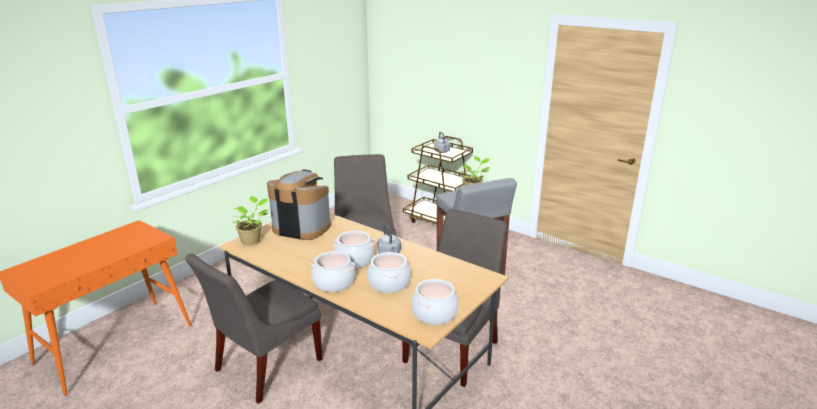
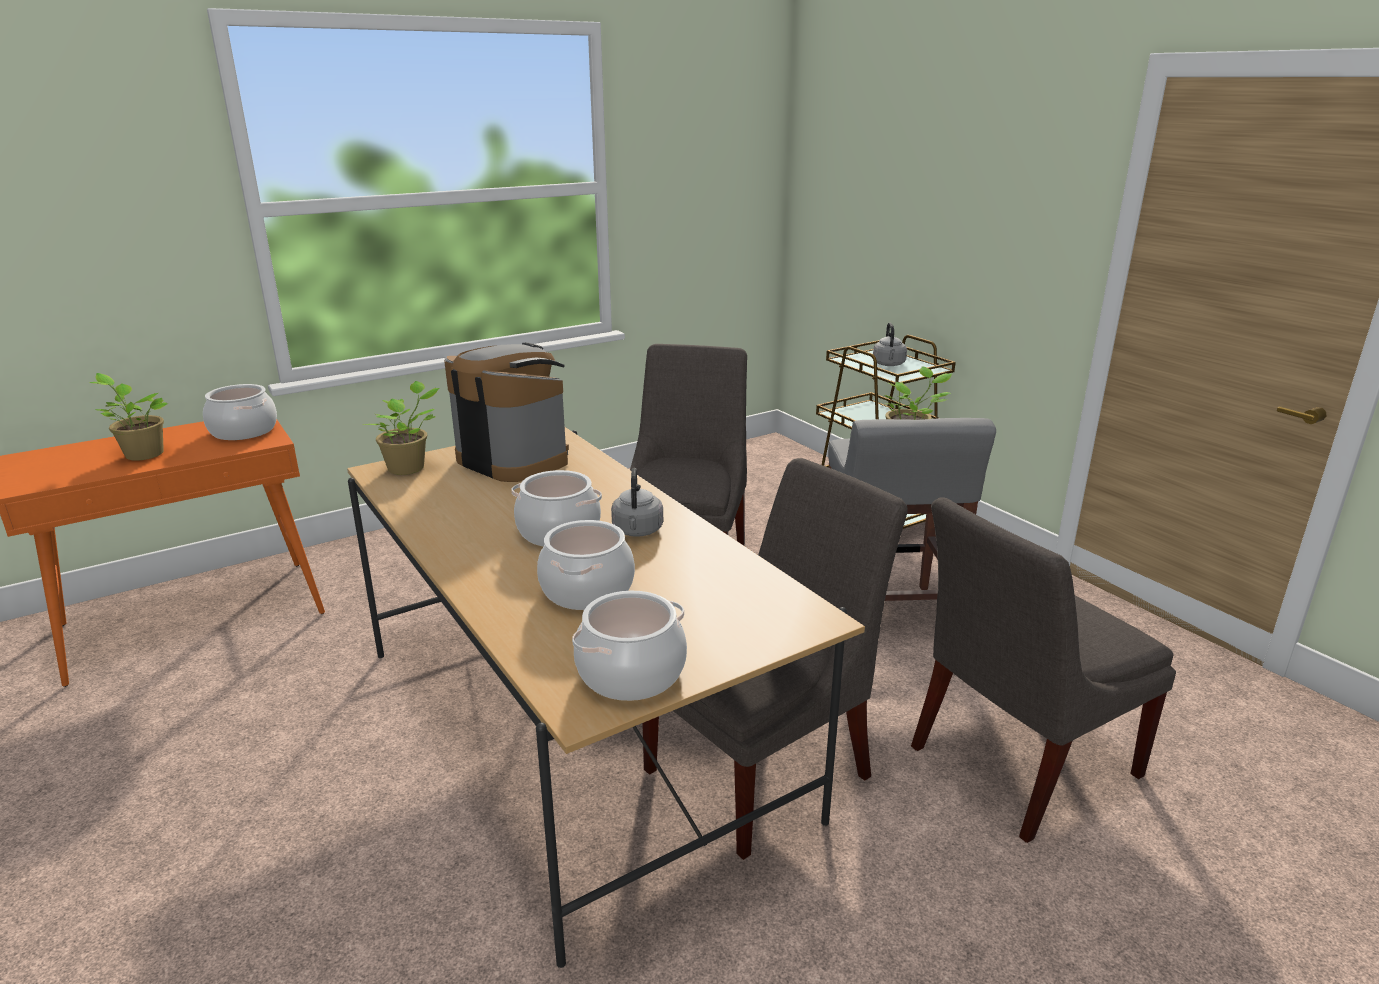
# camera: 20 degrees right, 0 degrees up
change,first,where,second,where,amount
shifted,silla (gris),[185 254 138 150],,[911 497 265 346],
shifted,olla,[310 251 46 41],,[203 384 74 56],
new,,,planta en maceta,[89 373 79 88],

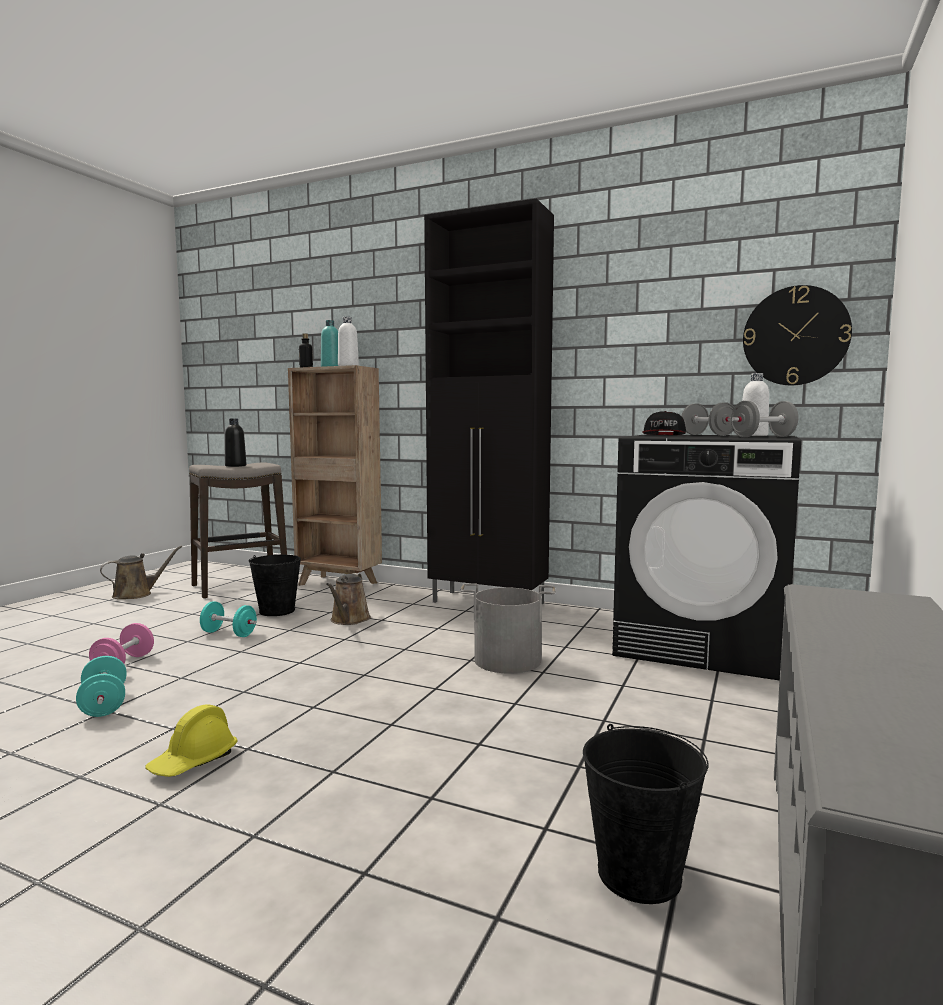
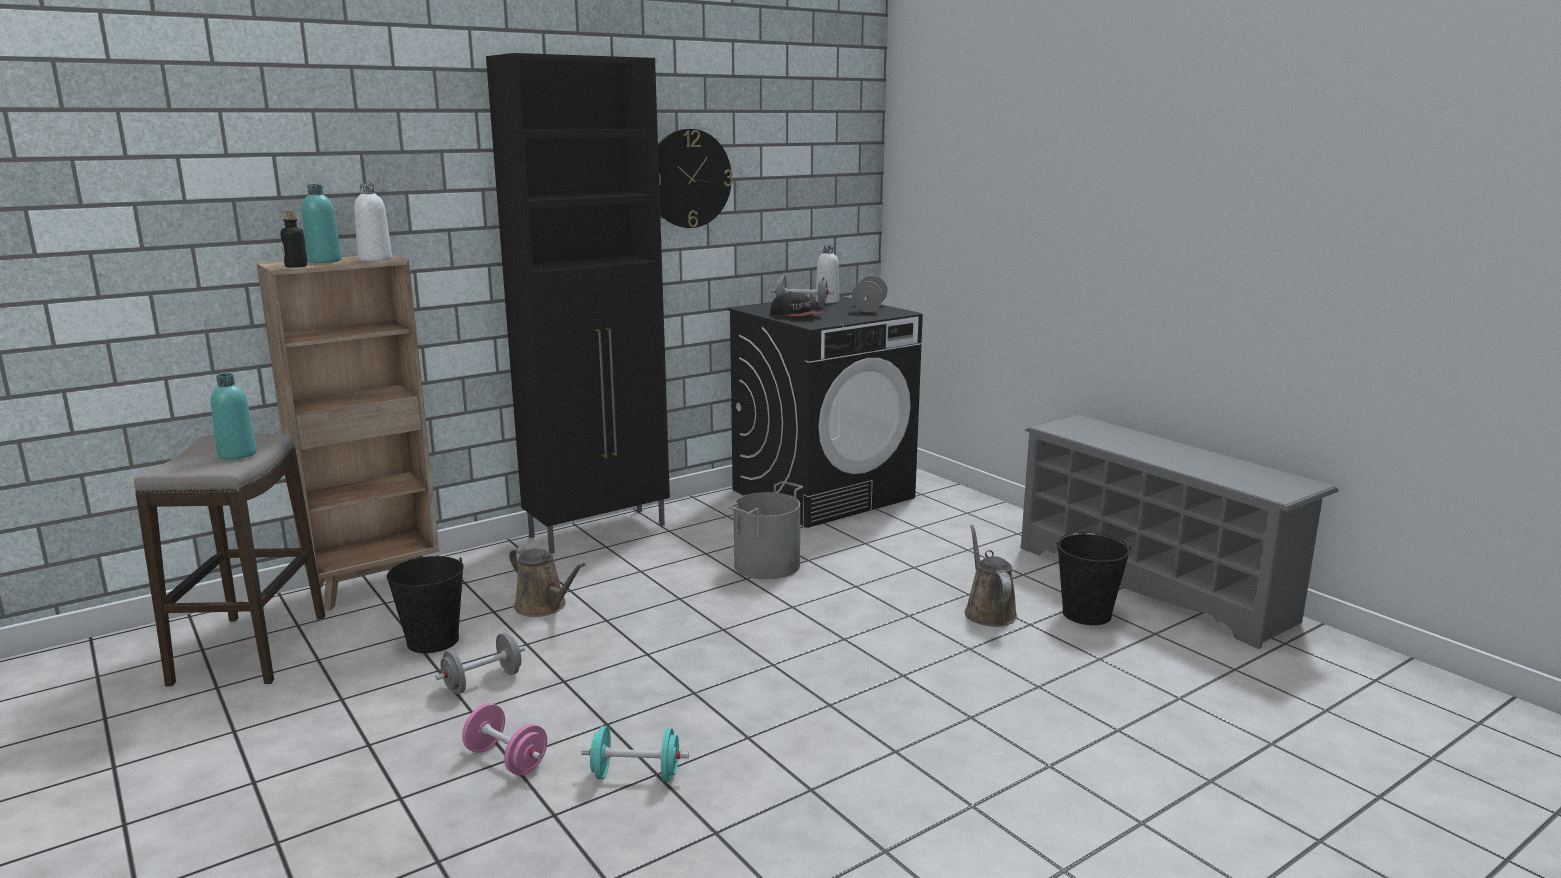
# camera: 60 degrees left, 10 degrees up
change,first,where,second,where,amount
shifted,regadera (marrón),[100 545 82 54],,[964 524 53 103],
gone,casco (amarillo),[145 705 93 72],,,
repainted,mancuerna (turquesa),[200 601 57 36],mancuerna (gris),[436 632 89 62],
repainted,botella (negro),[224 418 22 49],botella (turquesa),[211 373 46 87],
shifted,reloj de pared,[743 285 109 100],,[658 129 75 99],

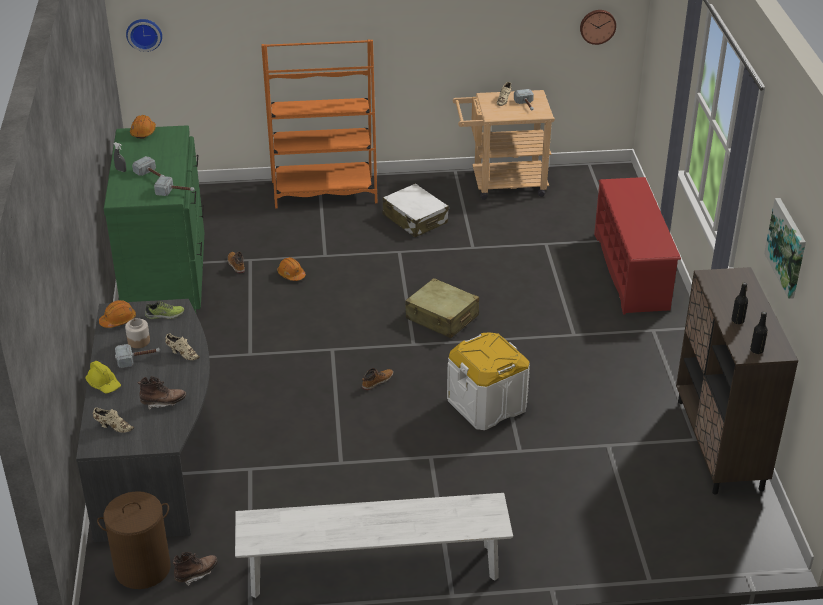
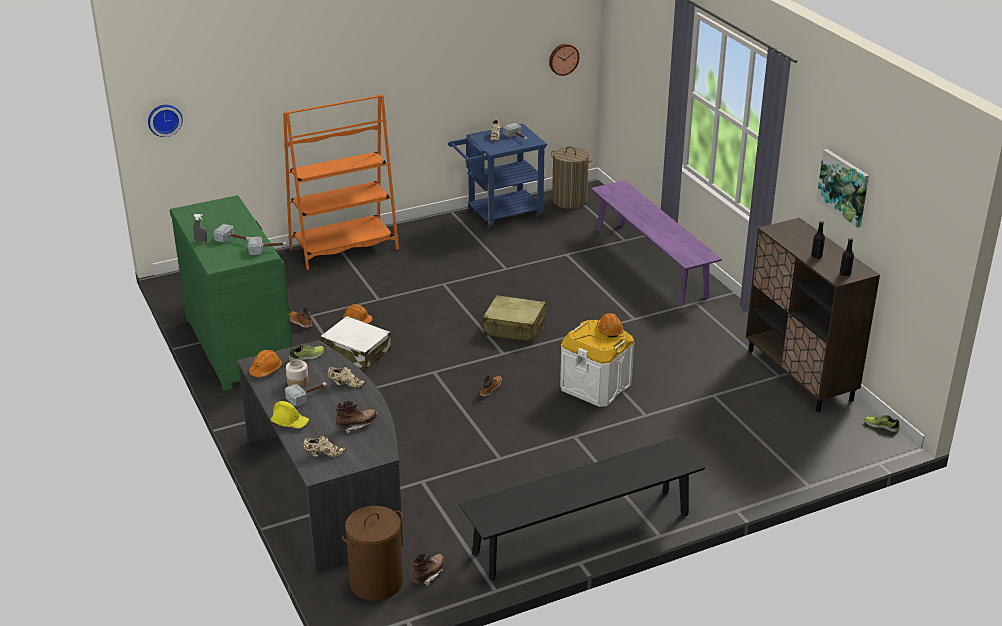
# camera: 20 degrees left, 5 degrees down
change,first,where,second,where,amount
shifted,casco (naranja),[130 115 26 24],,[597 313 26 24],
repainted,banco (blanco),[235 493 278 105],banco (negro),[459 438 246 142],
shifted,maleta (blanco),[382 183 67 54],,[320 316 71 54],
repainted,carrito (beis),[453 90 102 110],carrito (azul),[448 124 99 106],
swapped,zapatero (rojo),[594 177 87 138],banco (morado),[591 180 131 126],
new,,,cesto de la ropa,[551 146 41 63],
new,,,zapato,[864 415 36 17],

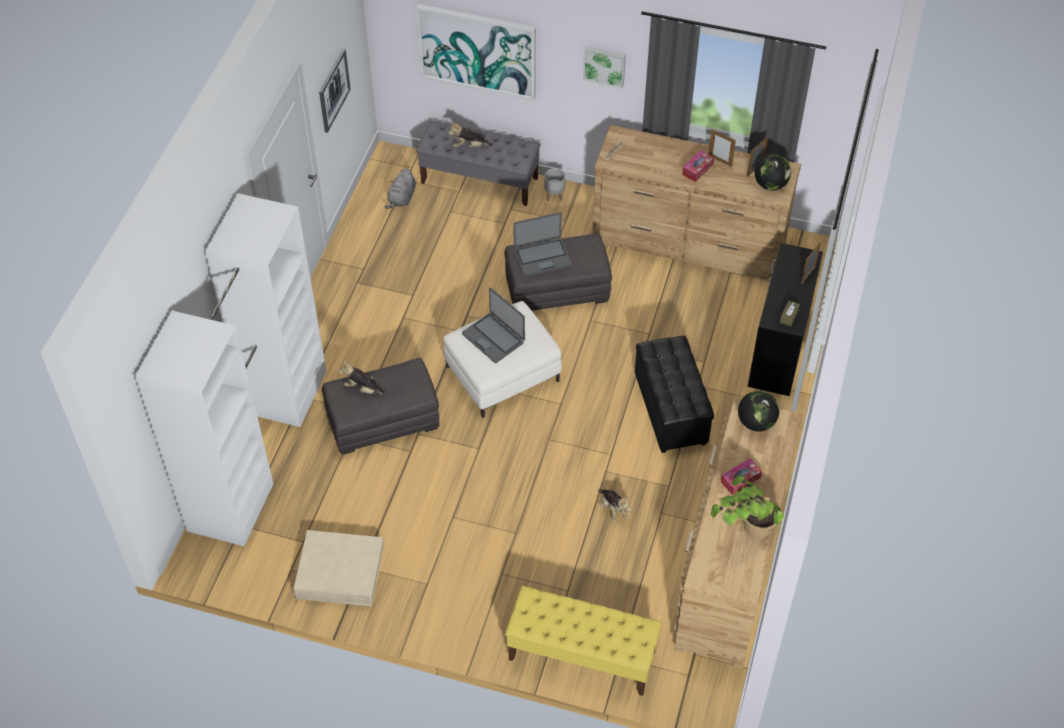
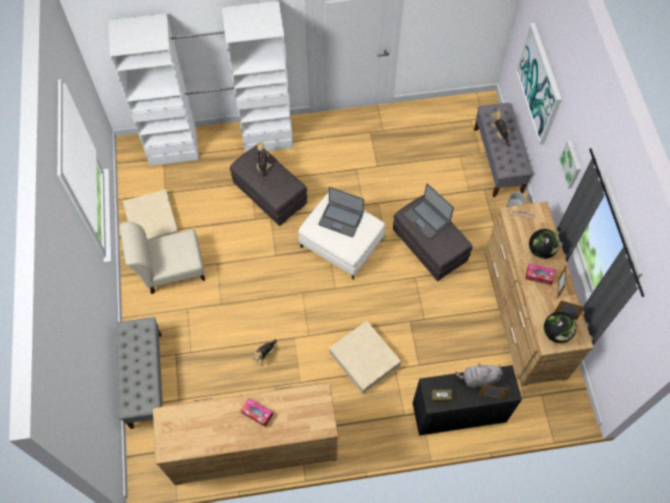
# camera: 65 degrees right, 10 degrees up
change,first,where,second,where,amount
gone,cuadro,[319 49 32 84],,,
shifted,peluche (gris),[385 168 31 41],,[455 363 48 25],
rotated,portátil,[462 288 63 75],,[318 187 46 50],90 degrees counterclockwise
repainted,banco (amarillo),[505 586 157 110],banco (gris),[116 317 47 112],
swapped,puf (negro),[635 335 79 118],caja de almacenaje (beis),[329 321 72 73],
gone,planta en maceta,[711 475 73 64],,,
shifted,globo terráqueo,[738 391 41 41],,[529 229 31 30],
new,,,silla (beis),[120 222 85 72],

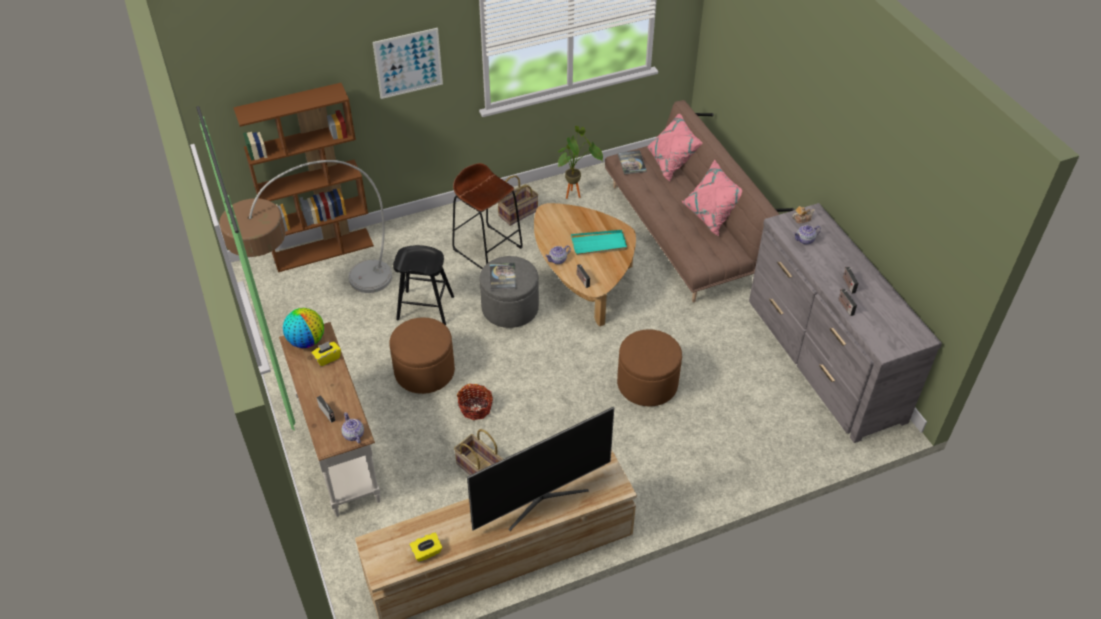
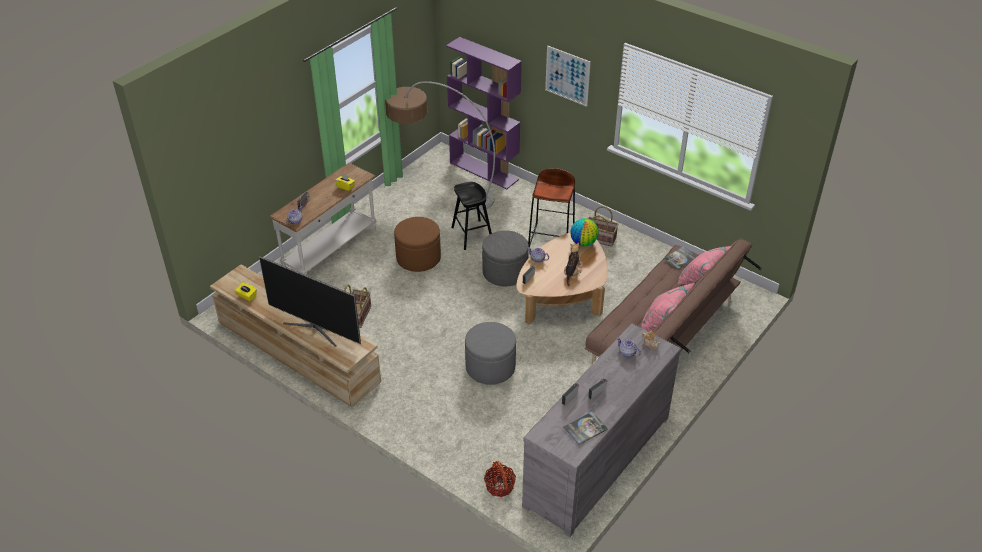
# camera: 60 degrees right, 5 degrees down
change,first,where,second,where,amount
repainted,estantería (marrón),[233 83 141 189],estantería (morado),[446 37 76 152],
shifted,globo terráqueo,[283 308 41 40],,[570 218 29 28],
shifted,cesta,[457 384 36 36],,[484 461 32 36],
shifted,libro,[490 263 26 27],,[563 412 45 33],
gone,planta en maceta,[558 126 45 73],,,
swapped,bandeja (turquesa),[571 230 57 25],peluche,[564 242 18 44],
repainted,puf (marrón),[617 329 65 78],puf (gris),[465 322 51 63],

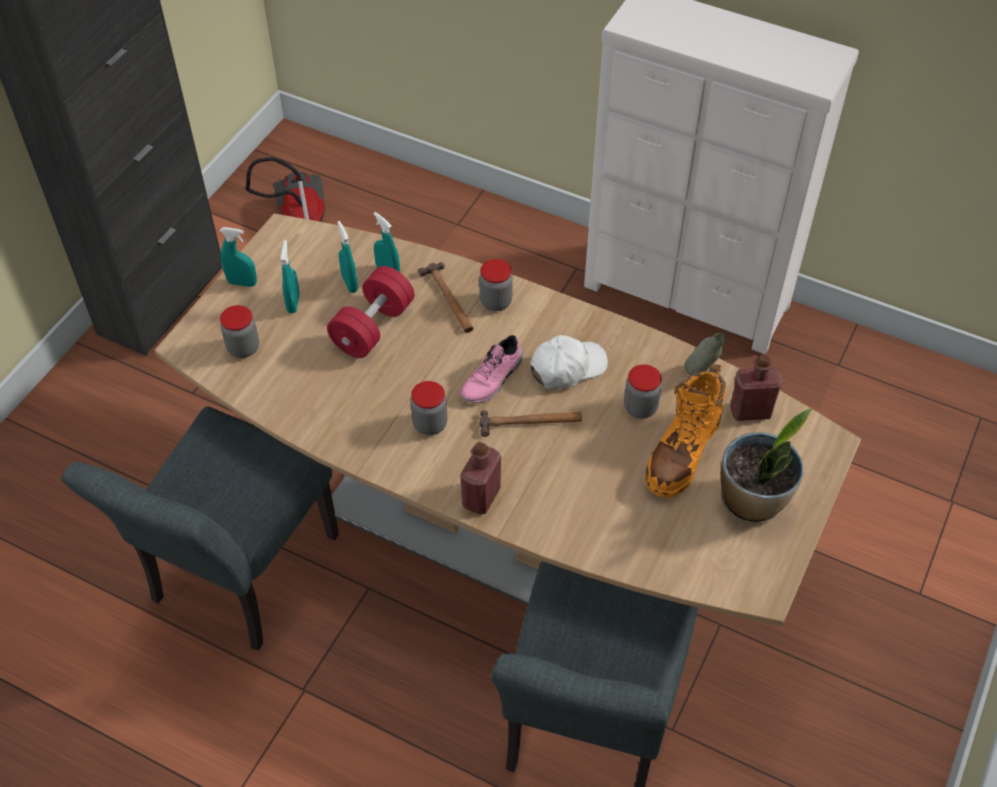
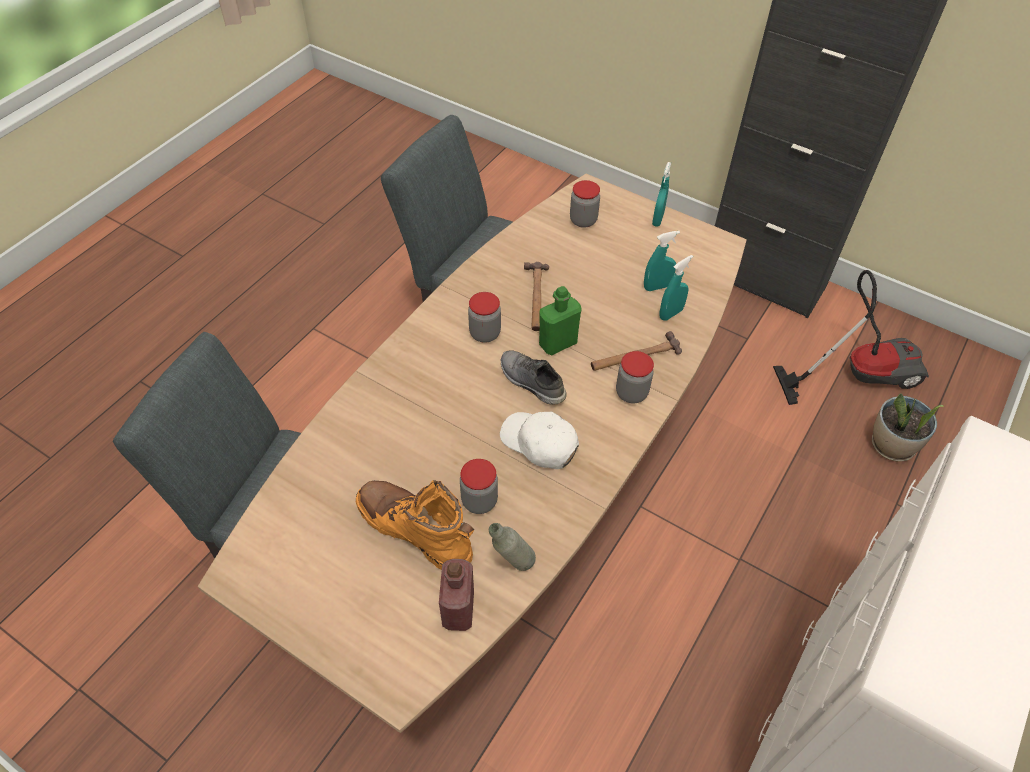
# camera: 95 degrees right, 0 degrees up
change,first,where,second,where,amount
gone,pulverizador (turquesa),[280 240 19 73],,,
gone,mancuerna (rojo),[327 266 87 92],,,
repainted,zapato (rosa),[460 335 63 68],zapato (gris),[501 350 66 55],
gone,botella (rojo),[460 442 41 72],,,
shifted,martillo,[479 410 103 27],,[524 262 25 69],
rotated,gorra (blanco),[530 335 78 54],,[500 412 79 57],150 degrees clockwise
shifted,planta en maceta,[721 409 91 116],,[872 393 72 69],
new,,,botella (verde),[539 286 43 69],

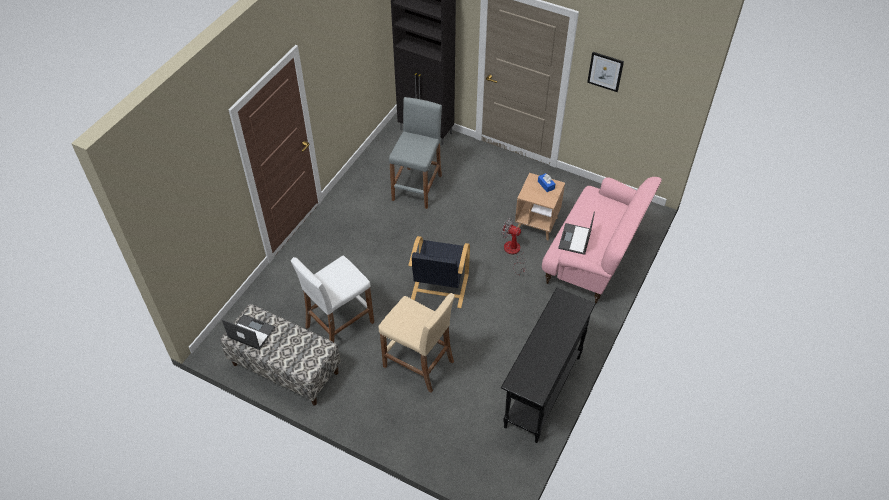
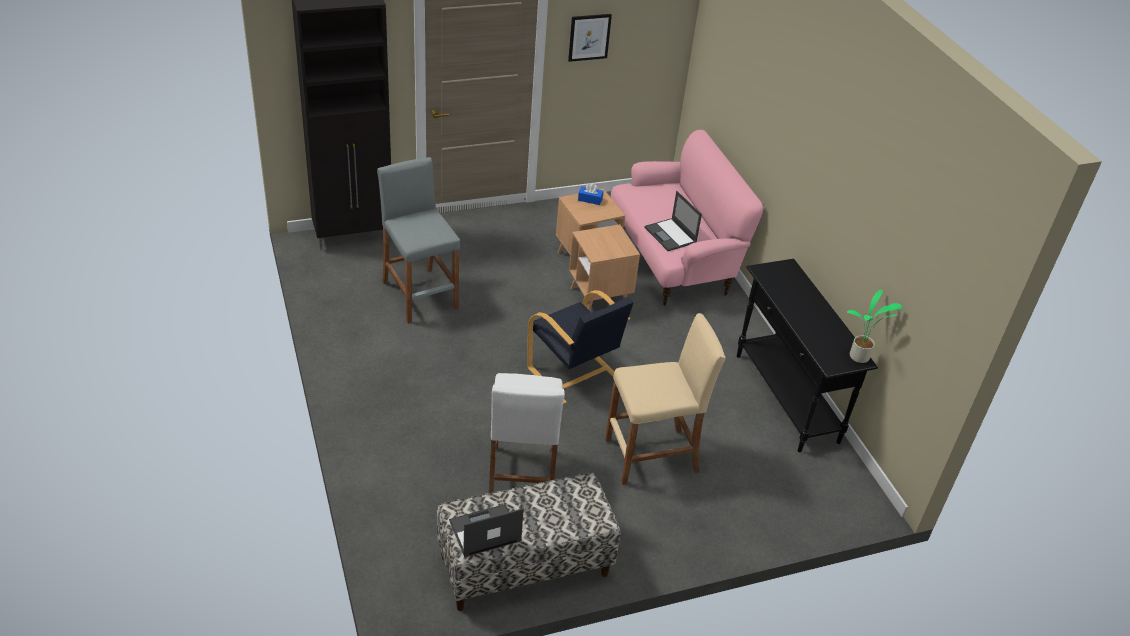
# camera: 50 degrees left, 10 degrees down
change,first,where,second,where,amount
swapped,ventilador,[501 218 25 57],mesa auxiliar (marrón),[569 224 71 87],
new,,,planta en maceta,[847 290 55 73],

